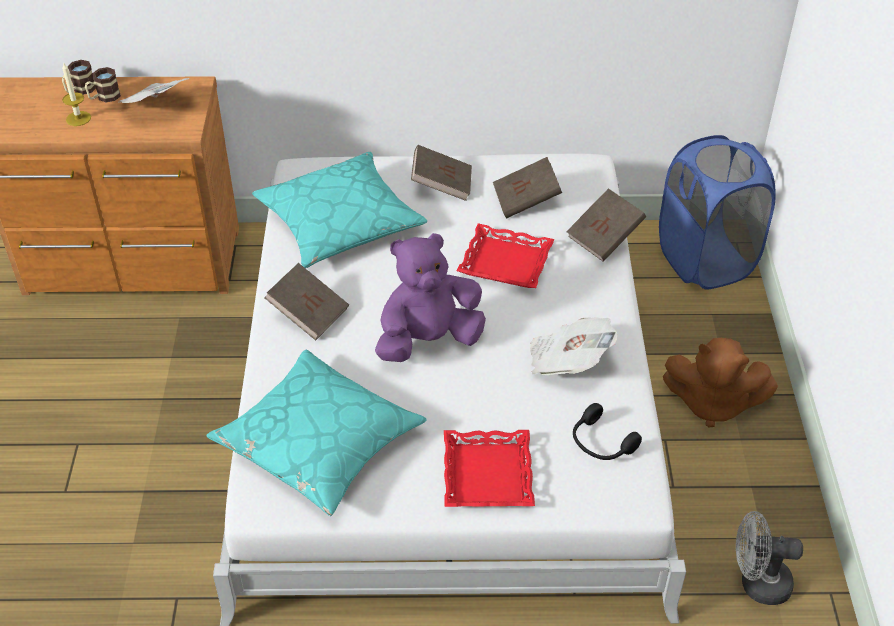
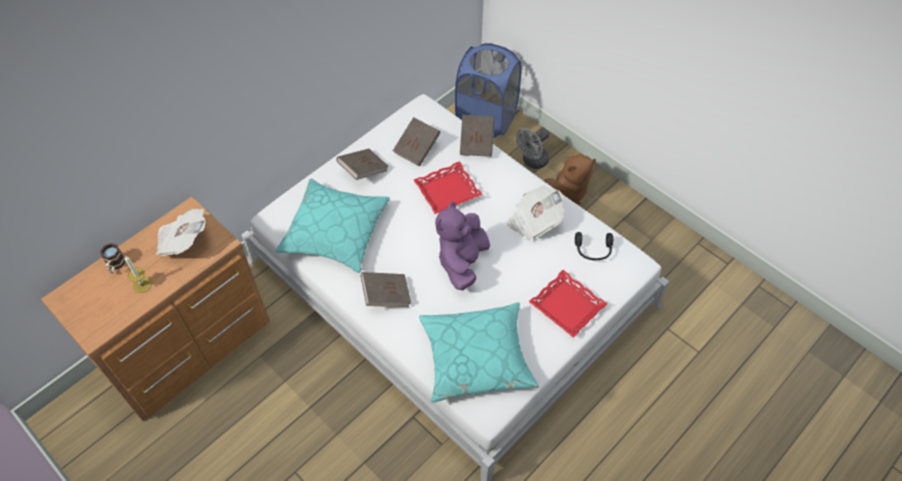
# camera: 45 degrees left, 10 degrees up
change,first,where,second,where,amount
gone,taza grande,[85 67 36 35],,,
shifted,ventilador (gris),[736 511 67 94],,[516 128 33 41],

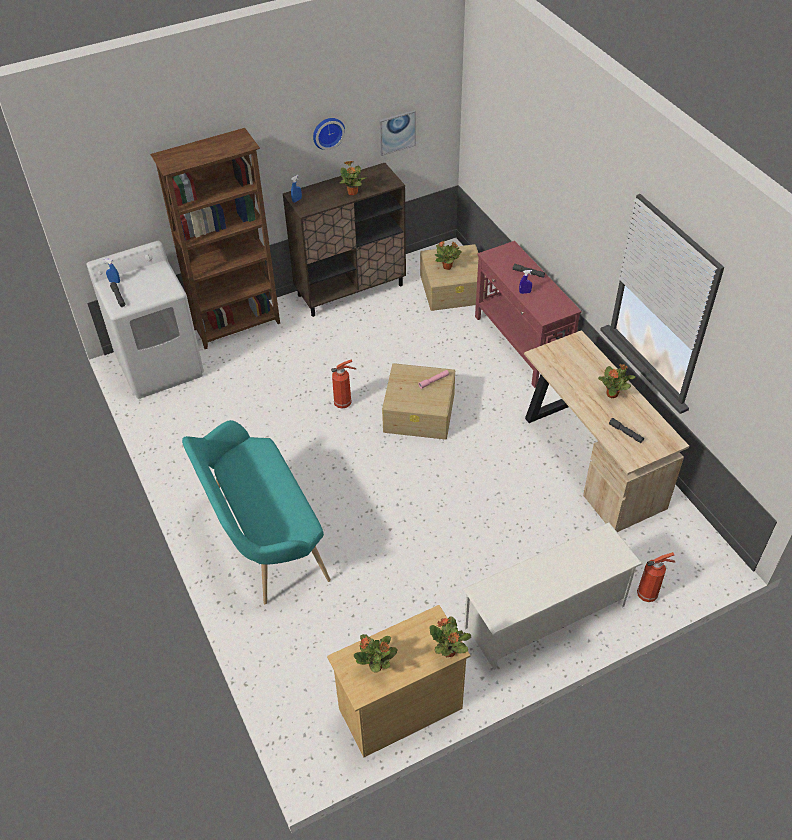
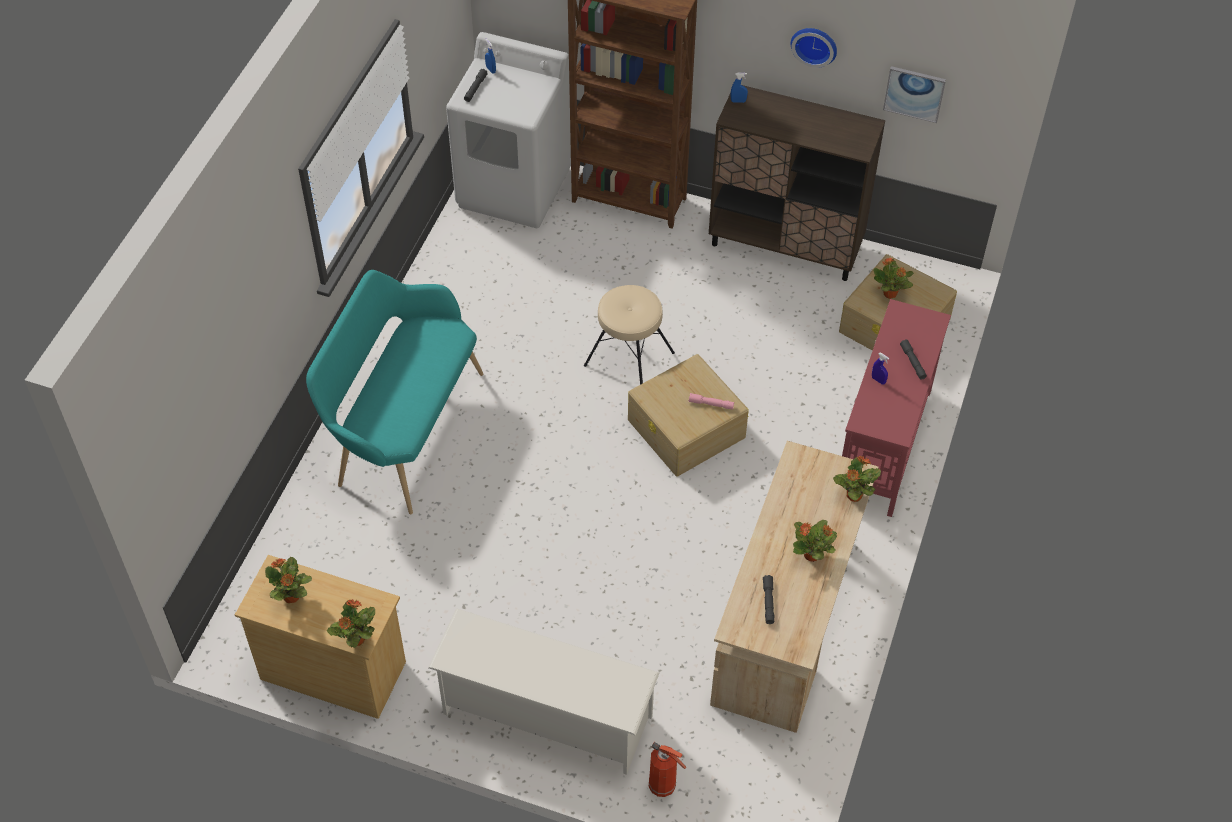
# camera: 45 degrees right, 5 degrees up
change,first,where,second,where,amount
swapped,extintor,[331 359 25 50],taburete (beis),[584 285 91 100],
shifted,planta en maceta,[339 161 28 34],,[833 456 48 46],

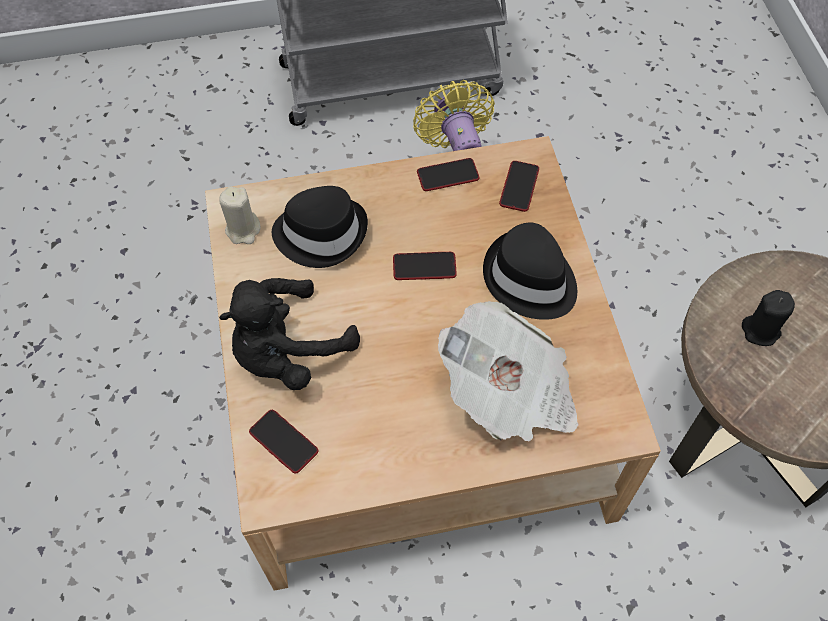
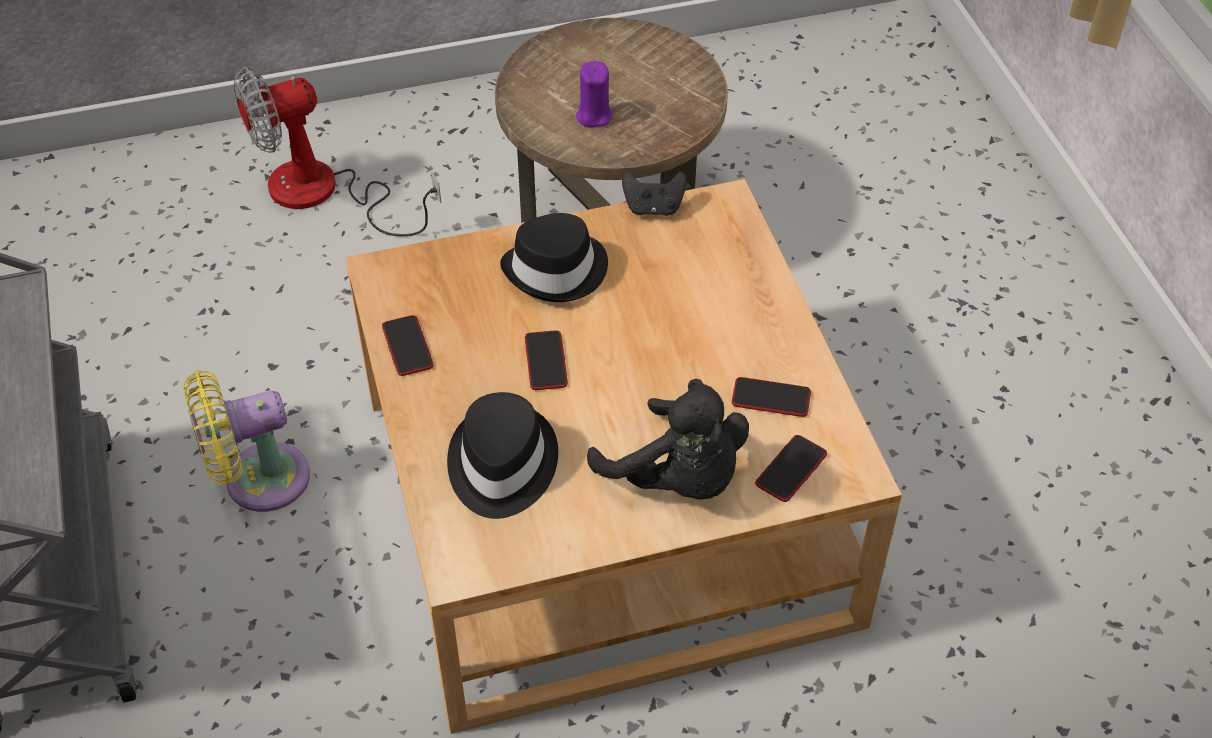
# camera: 95 degrees left, 10 degrees down
change,first,where,second,where,amount
gone,vela (beis),[219 186 41 58],,,
gone,periódico,[438 301 141 141],,,
shifted,móvil,[499 161 40 51],,[732 377 79 40],
repainted,vela (negro),[742 290 53 56],vela (morado),[576 61 36 67],
new,,,ventilador,[234 67 207 169],
new,,,mando de consola (negro),[622 171 65 45],

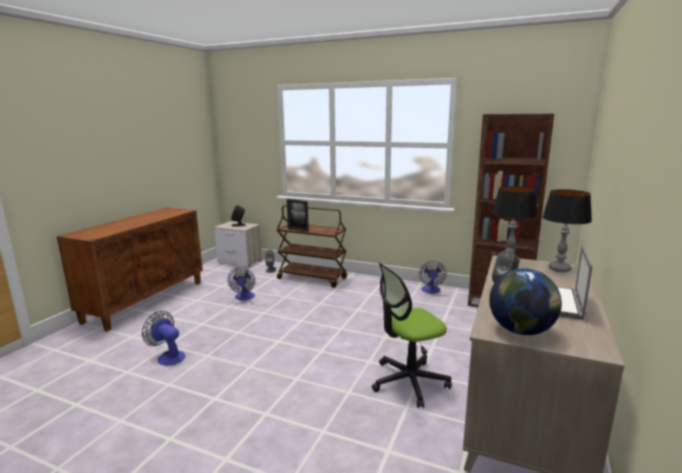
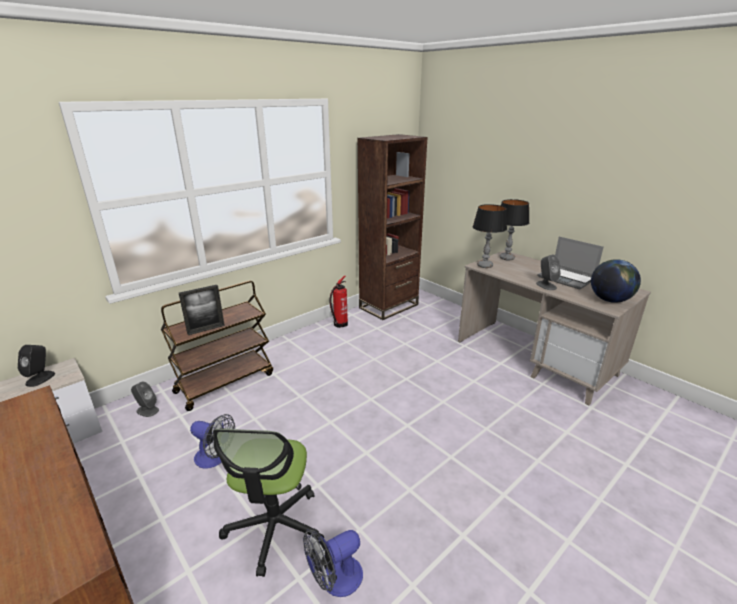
# camera: 65 degrees left, 10 degrees up
change,first,where,second,where,amount
shifted,silla de oficina,[372 262 80 146],,[213 429 111 148],
swapped,ventilador,[419 261 28 32],extintor,[330 275 18 53],

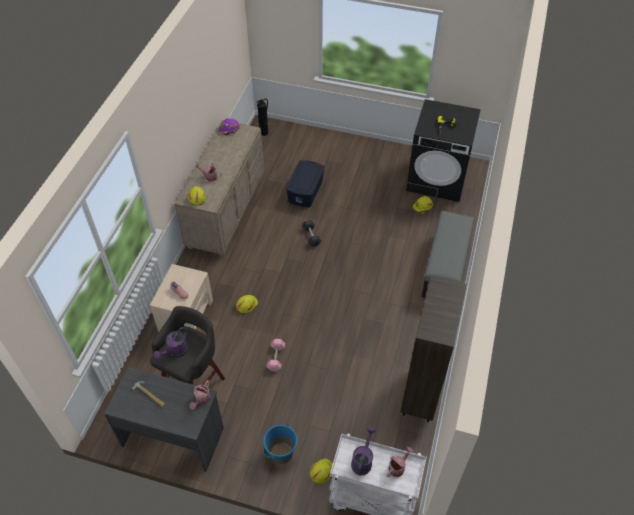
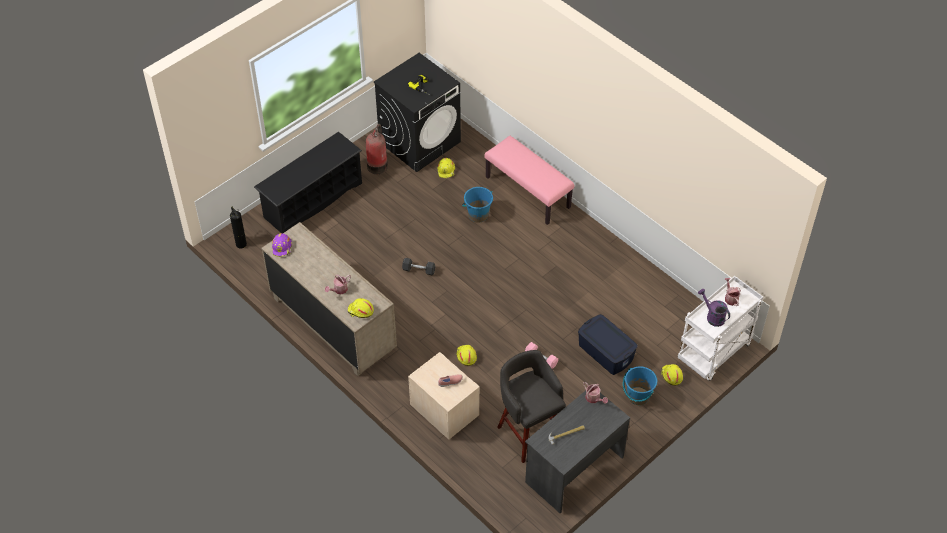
# camera: 60 degrees left, 0 degrees up
change,first,where,second,where,amount
gone,regadera (morado),[154 327 34 32],,,
shifted,caja de almacenaje (azul),[286 160 39 47],,[578 314 60 61],
gone,estantería (marrón),[401 276 65 146],,,
repainted,banco (gris),[422 211 53 86],banco (rosa),[484 136 90 89],
new,,,zapatero (negro),[254 132 108 101],
new,,,extintor,[366 124 22 50],
new,,,cubo (azul),[462 187 31 36],

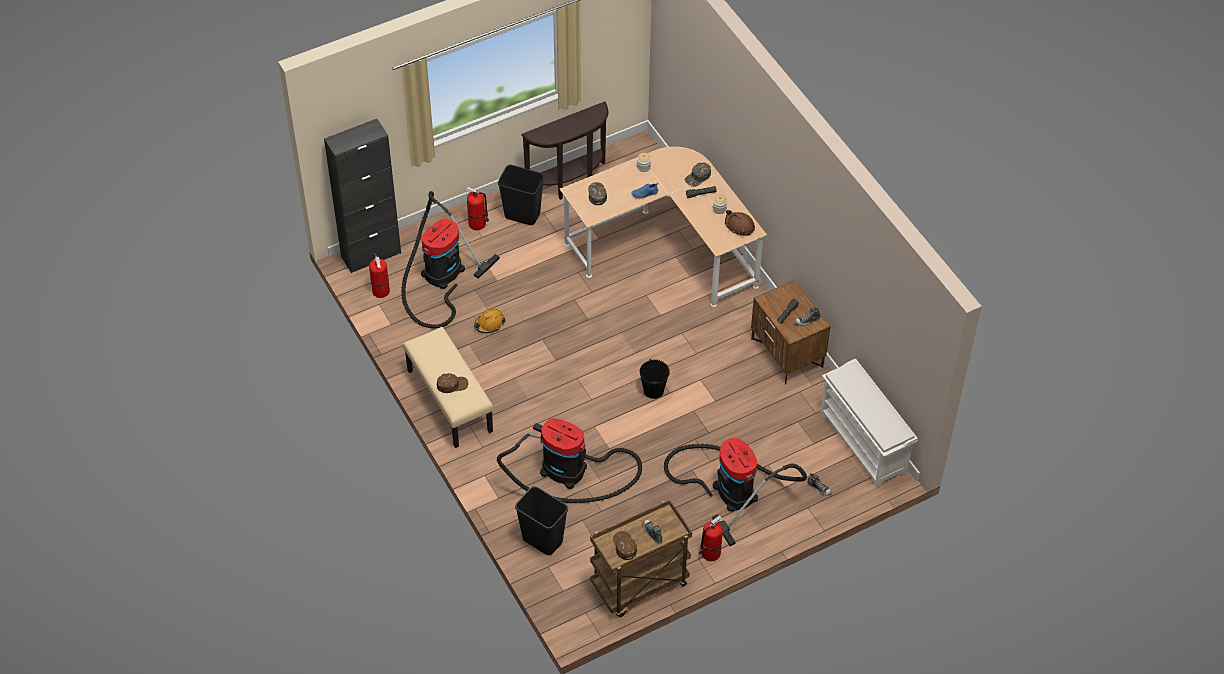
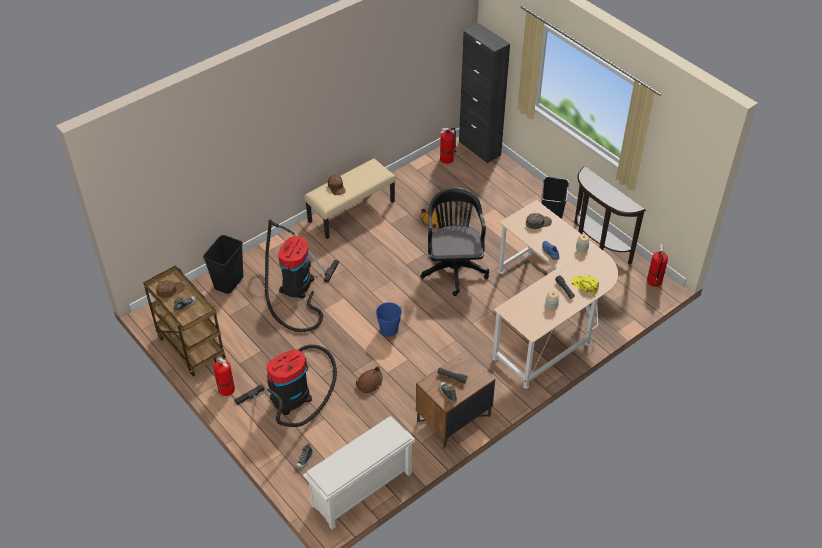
# camera: 80 degrees right, 5 degrees down
change,first,where,second,where,amount
gone,aspiradora,[401 191 99 138],,,
shifted,extintor,[465 187 24 43],,[647 244 21 43],
repainted,cubo (negro),[640 359 30 40],cubo (azul),[376 302 26 35],
repainted,gorra (verde),[685 162 26 25],gorra (amarillo),[572 275 27 18],
shifted,casco (marrón),[725 210 30 26],,[356 366 27 27],
new,,,silla de oficina (negro),[421 187 68 109],

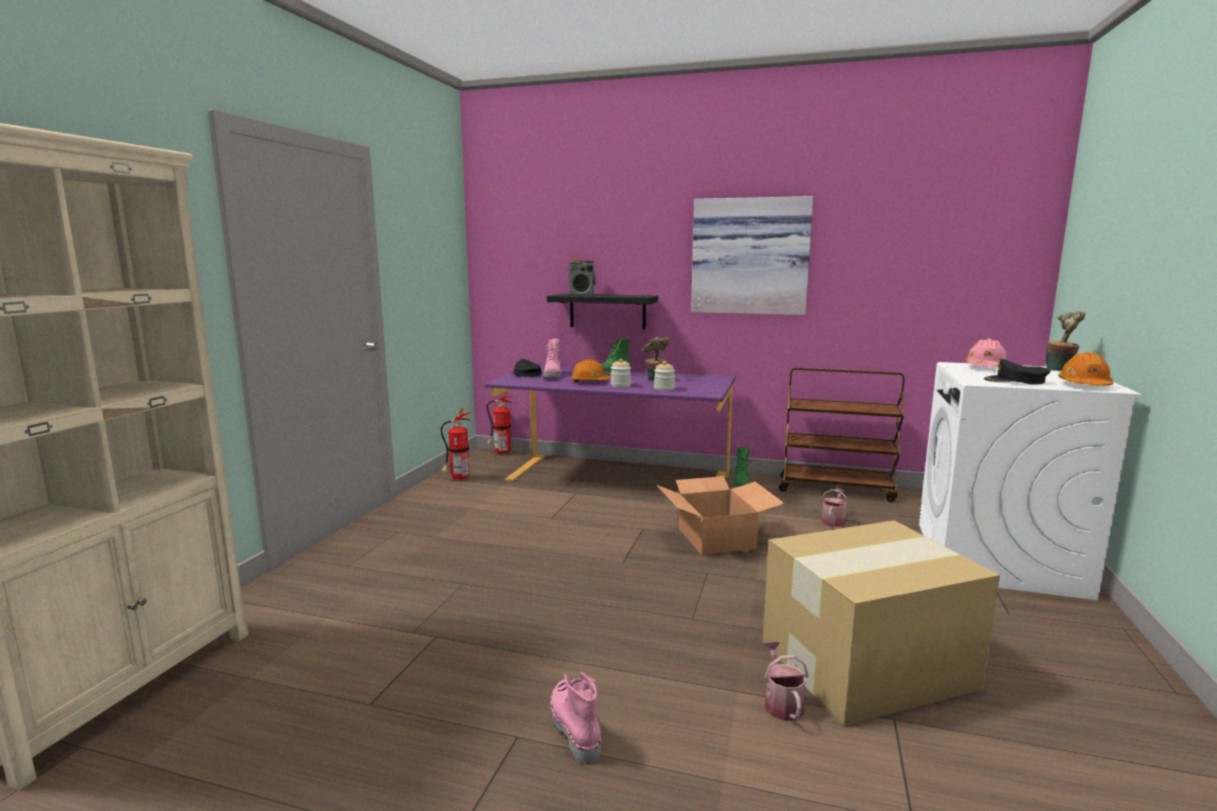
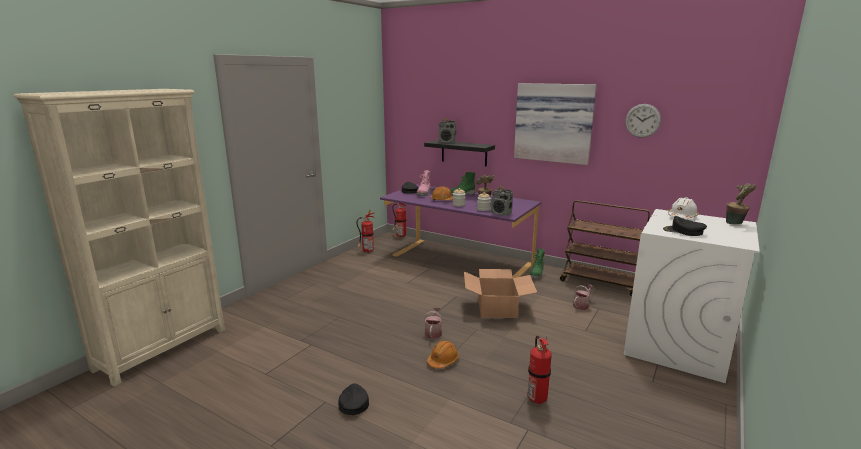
# camera: 15 degrees right, 5 degrees up
change,first,where,second,where,amount
swapped,bota (rosa),[551 672 50 93],gorra (negro),[338 383 31 32],
swapped,caja de cartón,[763 520 237 206],extintor,[527 335 25 69],
shifted,regadera,[764 641 44 80],,[424 307 19 32],
repainted,casco (rosa),[965 338 41 29],casco (blanco),[668 197 31 22],
shifted,casco (naranja),[1058 352 55 34],,[427 340 32 28],
new,,,radio,[491 187 22 29],
new,,,reloj de pared,[625 104 36 34],

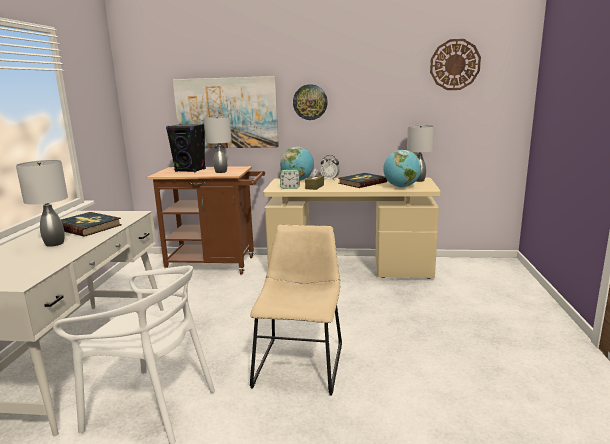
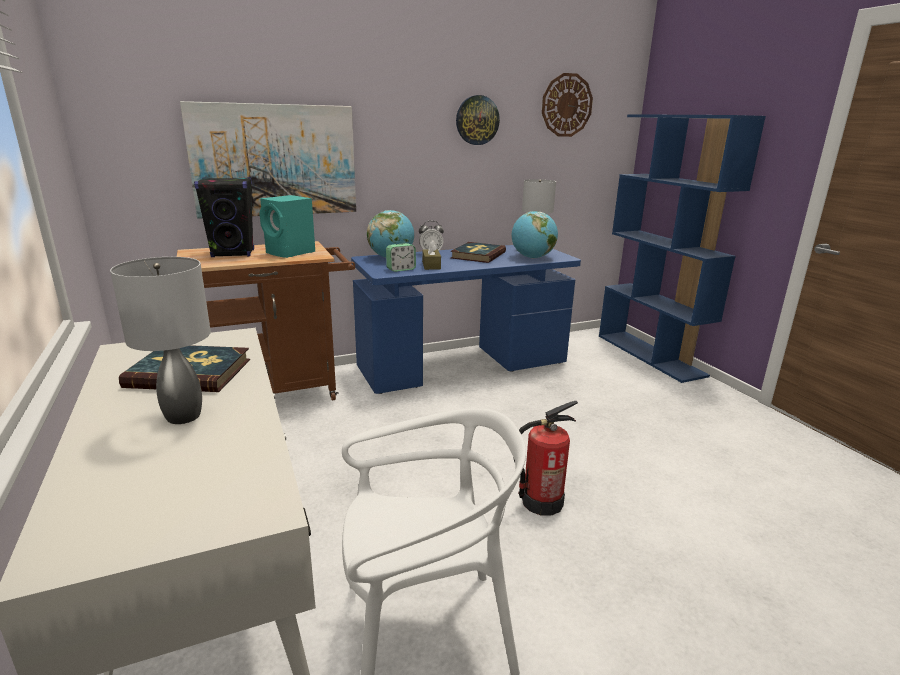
# camera: 30 degrees left, 5 degrees up
change,first,where,second,where,amount
swapped,lámpara de mesa (gris),[204 117 27 56],altavoz (turquesa),[260 195 55 63],
swapped,silla (beis),[249 225 93 171],extintor,[513 401 65 115],
repainted,escritorio (beis),[263 177 178 102],escritorio (azul),[351 245 230 149],
shifted,reloj de pared,[293 84 35 36],,[456 95 44 50],
new,,,estantería (azul),[599 114 167 269],

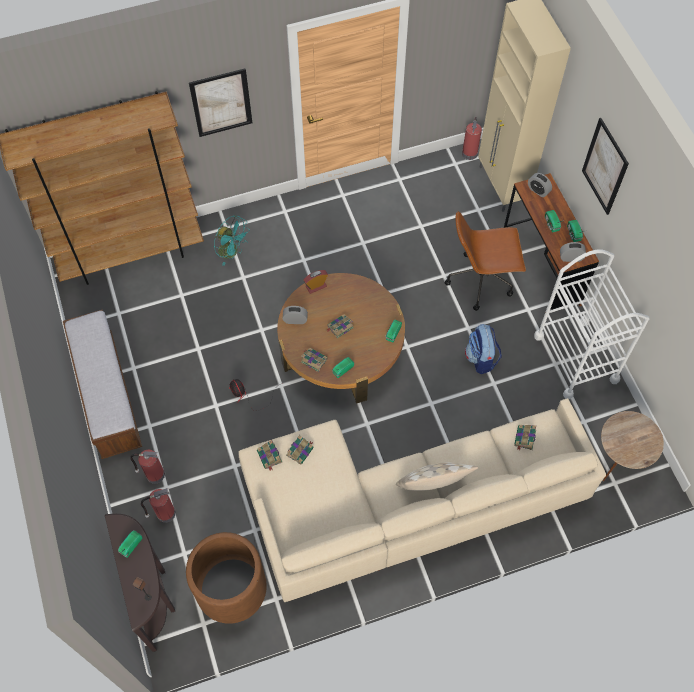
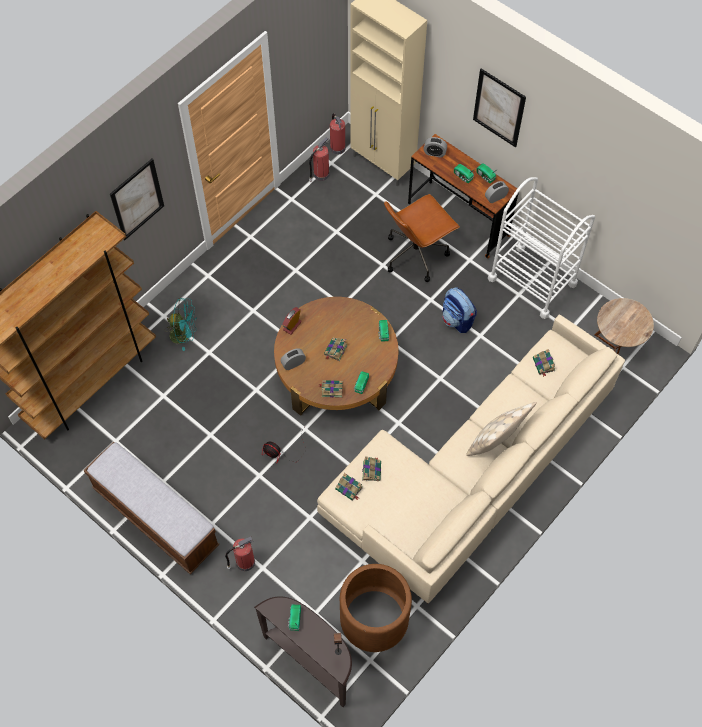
# camera: 30 degrees left, 0 degrees up
change,first,where,second,where,amount
shifted,extintor,[141 488 35 35],,[309 137 20 45],

